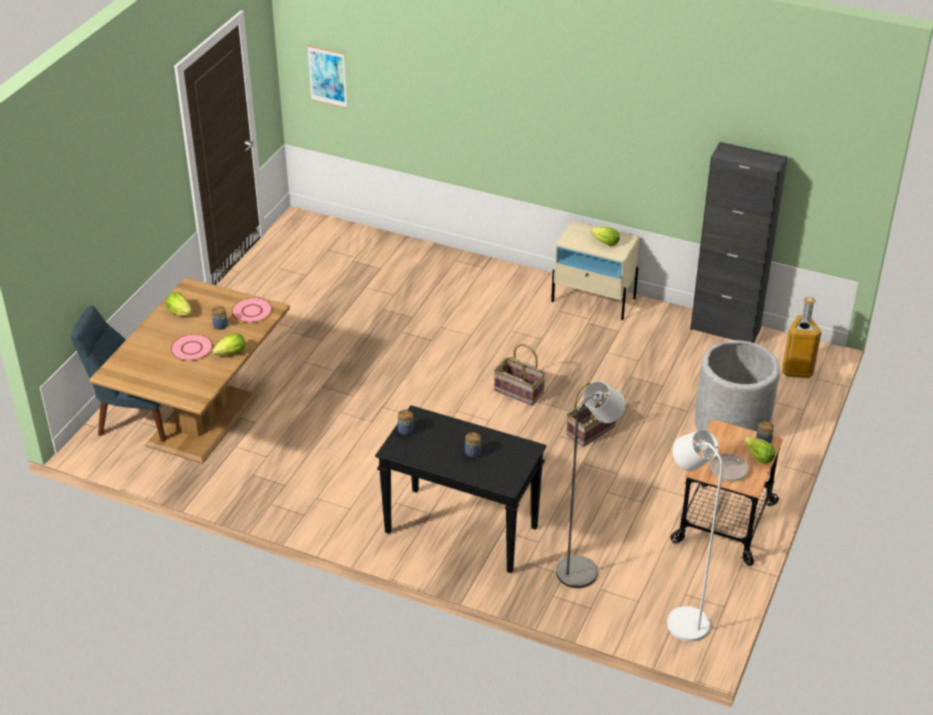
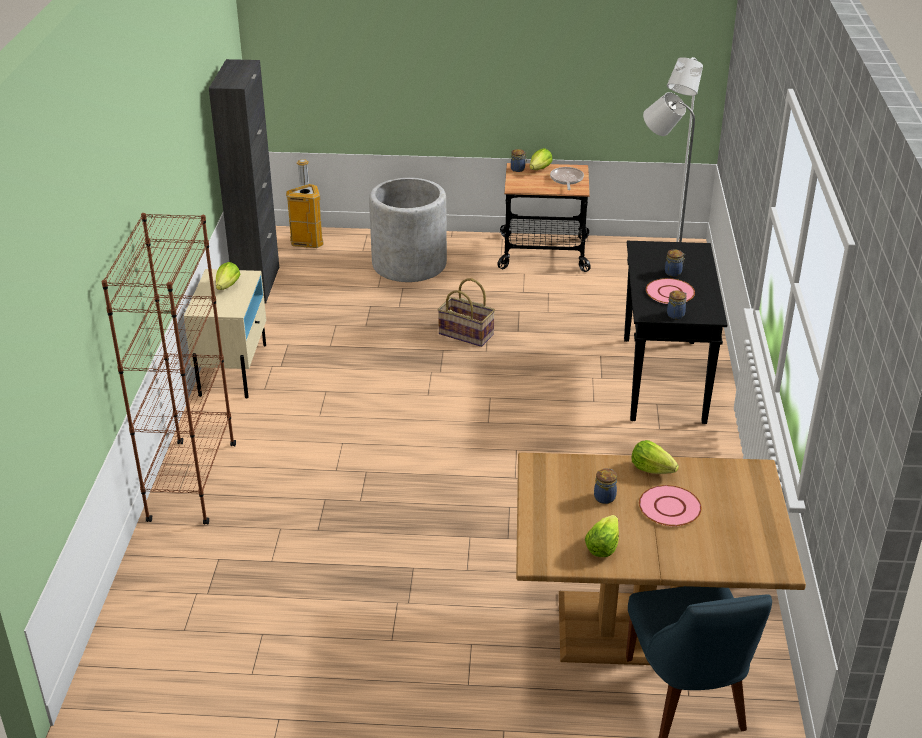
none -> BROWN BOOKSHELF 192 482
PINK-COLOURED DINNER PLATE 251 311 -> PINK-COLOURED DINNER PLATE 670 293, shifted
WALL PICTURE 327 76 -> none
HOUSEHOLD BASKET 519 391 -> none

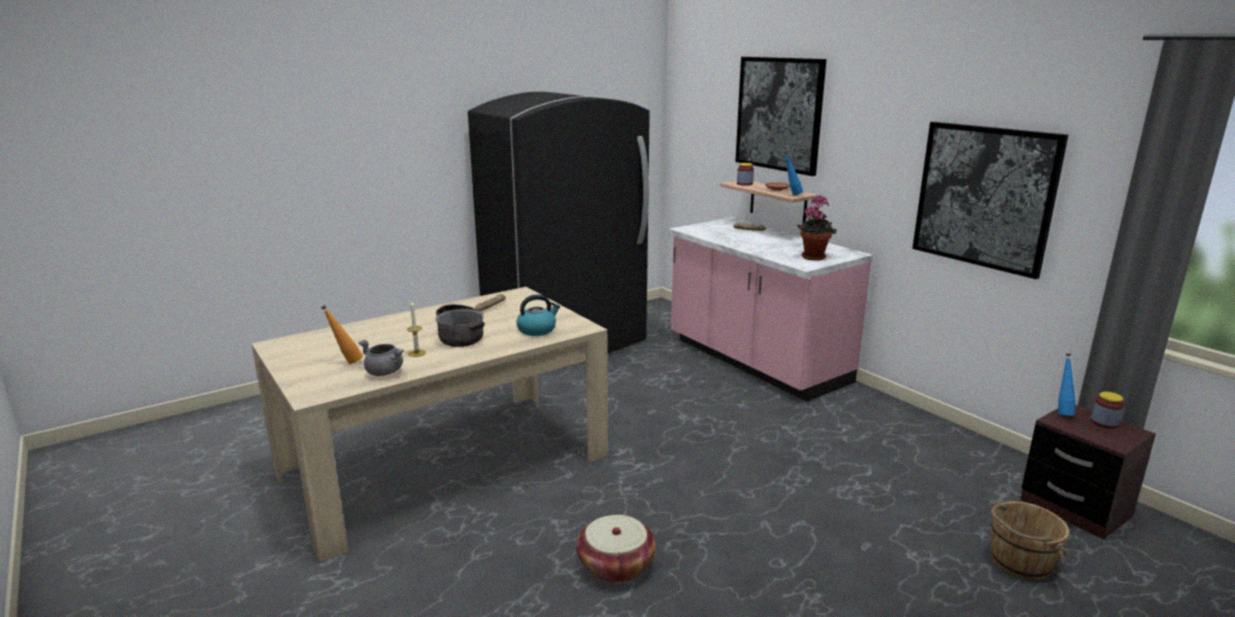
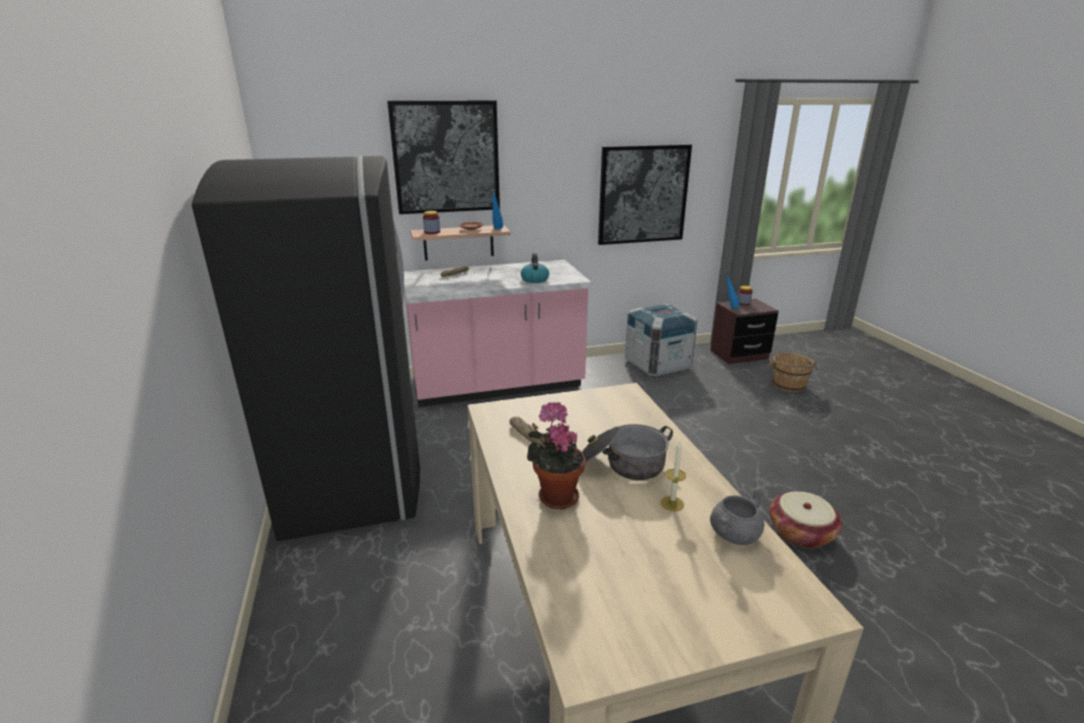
KETTLE 537 330 -> KETTLE 534 279, shifted
POTTED PLANT 813 256 -> POTTED PLANT 555 496, shifted
none -> SHIPPING CRATE 657 364
ORANGEY BEVERAGE BOTTLE 346 363 -> none

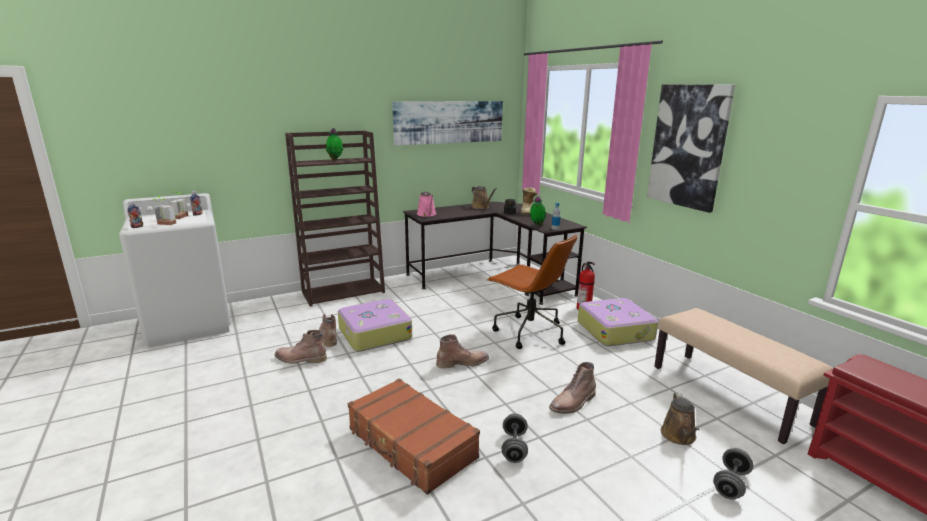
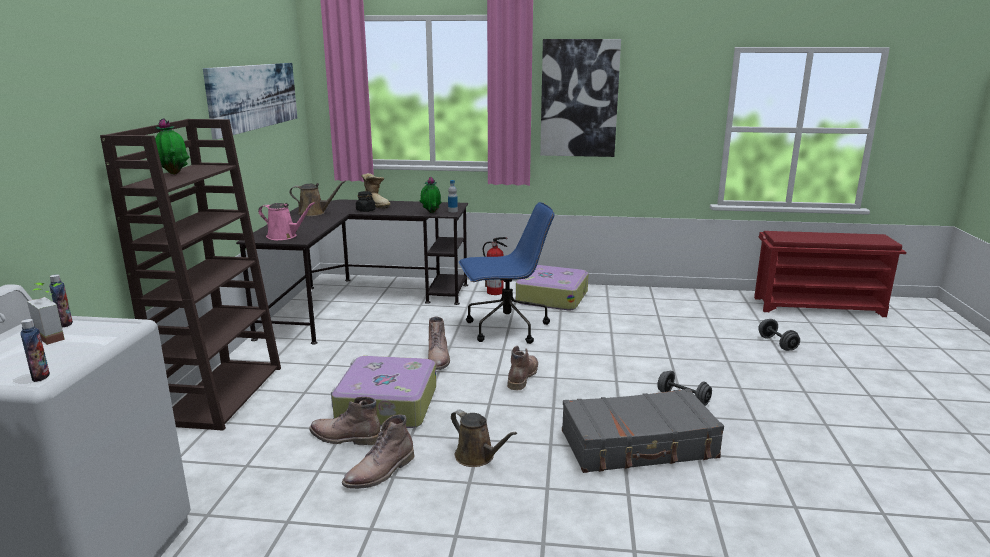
BROWN TALL BOOT 573 403 -> BROWN TALL BOOT 439 359, shifted
BROWN WATERING POT 679 436 -> BROWN WATERING POT 477 457, shifted
BROWN COMPUTER CHAIR 528 332 -> BLUISH COMPUTER CHAIR 505 328
BROWN TRAVEL CASE 411 444 -> GREY TRAVEL CASE 639 445
POTTED PLANT 164 224 -> none
BEIGE BENCH 729 394 -> none

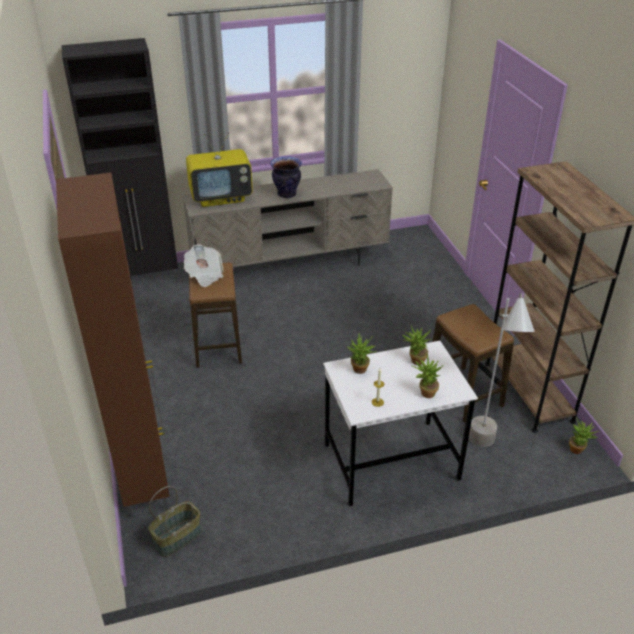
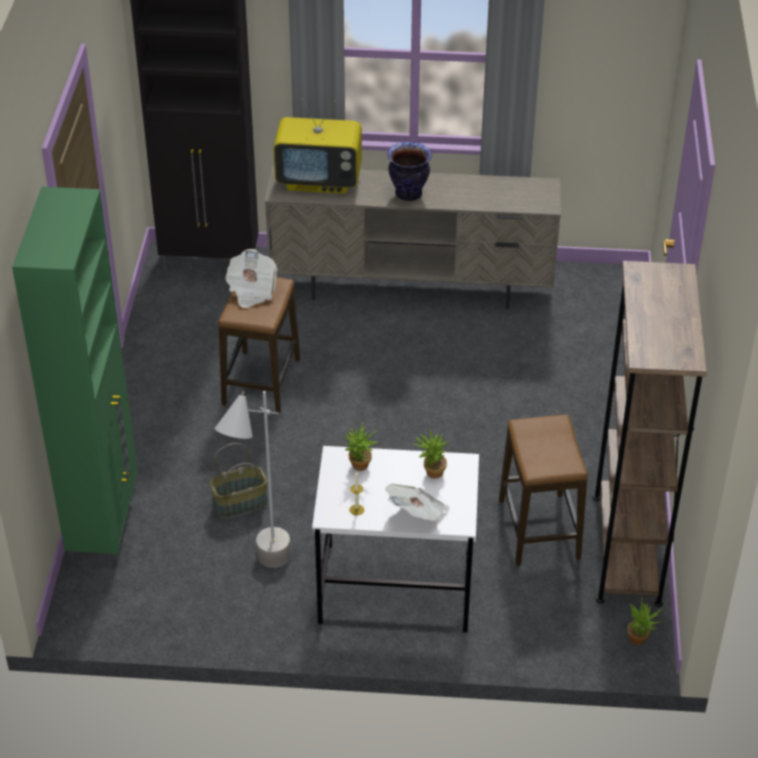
BROWN STORAGE CABINET 145 478 -> GREEN-COLOURED STORAGE CABINET 105 526
HOUSEHOLD BASKET 177 537 -> HOUSEHOLD BASKET 240 502, shifted
GREY STANDARD LAMP 484 454 -> GREY STANDARD LAMP 261 575, shifted
POTTED PLANT 425 393 -> DAILY PAPER 417 513

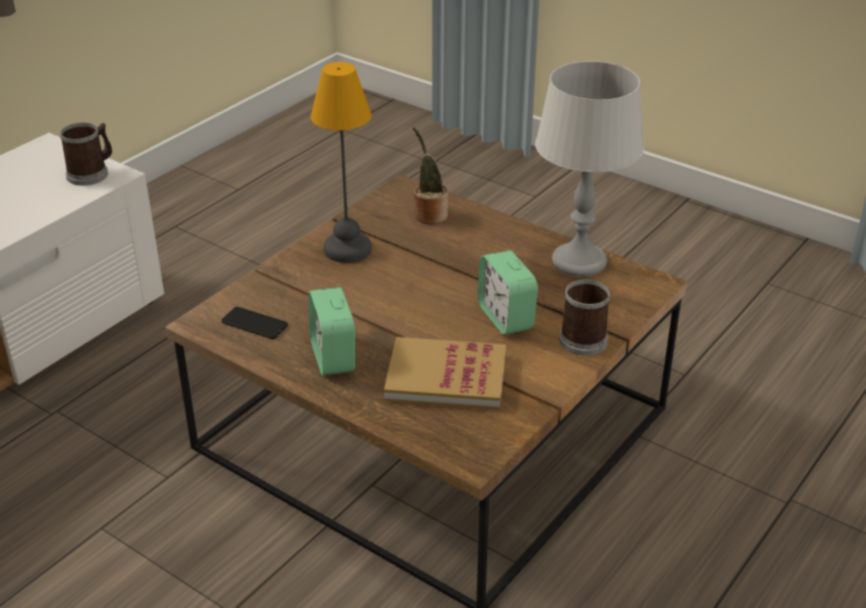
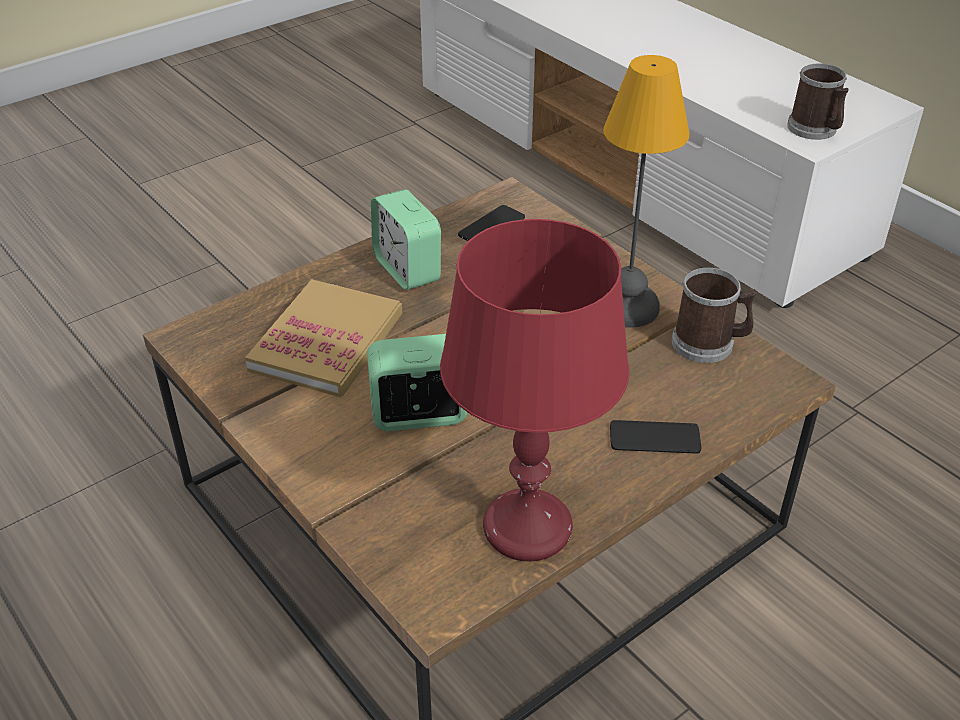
TABLE CLOCK 333 357 -> TABLE CLOCK 407 269, 120 degrees counterclockwise
GREY TABLE LAMP 578 261 -> RED TABLE LAMP 529 527
none -> TELEPHONE 654 438
COFFEE MUG 582 336 -> COFFEE MUG 709 344, shifted
POTTED PLANT 429 214 -> none

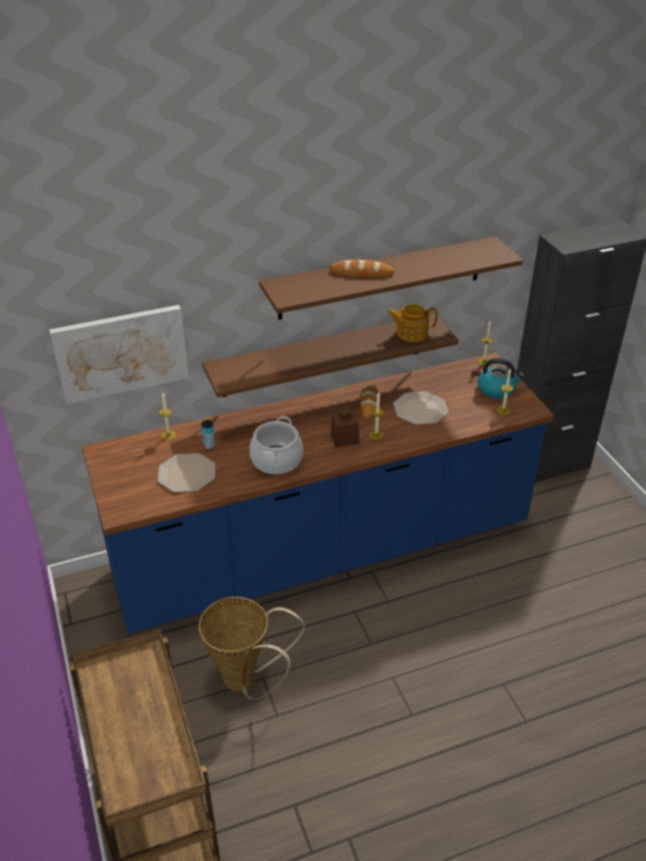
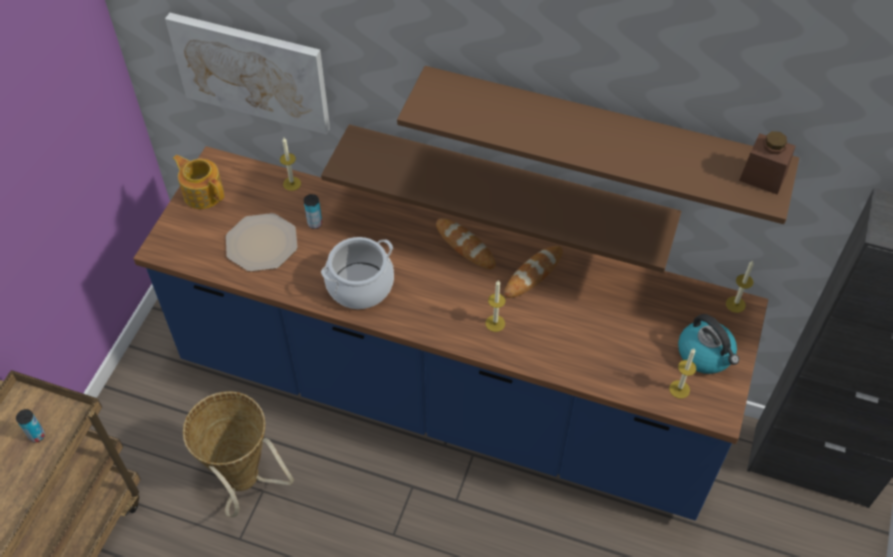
none -> METAL CAN 37 436
POT FOR TEA 411 333 -> POT FOR TEA 203 193, shifted
BAKERY BREAD 361 272 -> BAKERY BREAD 465 246, shifted
BROWN STORAGE JAR 344 439 -> BROWN STORAGE JAR 763 177, shifted
DINNER PLATE 420 409 -> none

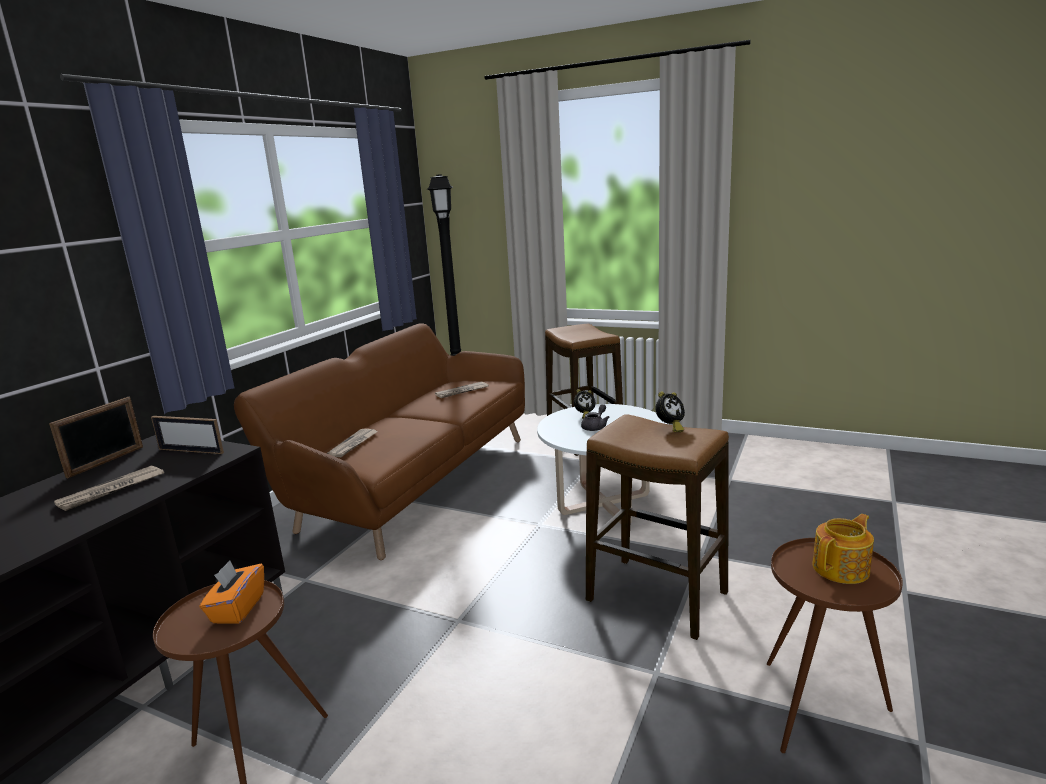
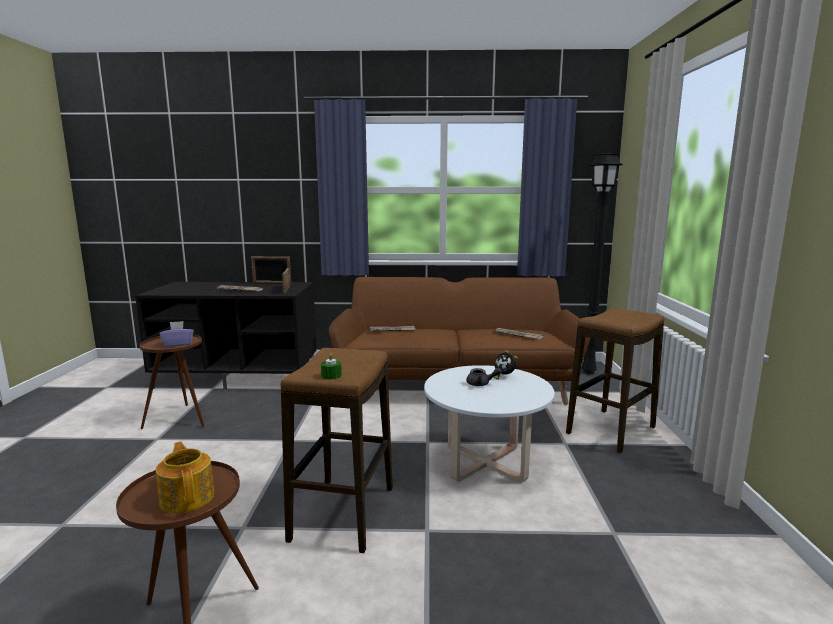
POT FOR TEA 842 568 -> POT FOR TEA 188 497, 150 degrees counterclockwise
ORANGEY TISSUE BOX 237 608 -> PURPLE TISSUE BOX 178 344
none -> GREEN-COLOURED WAX LIGHT 331 375
TABLE CLOCK 670 428 -> none

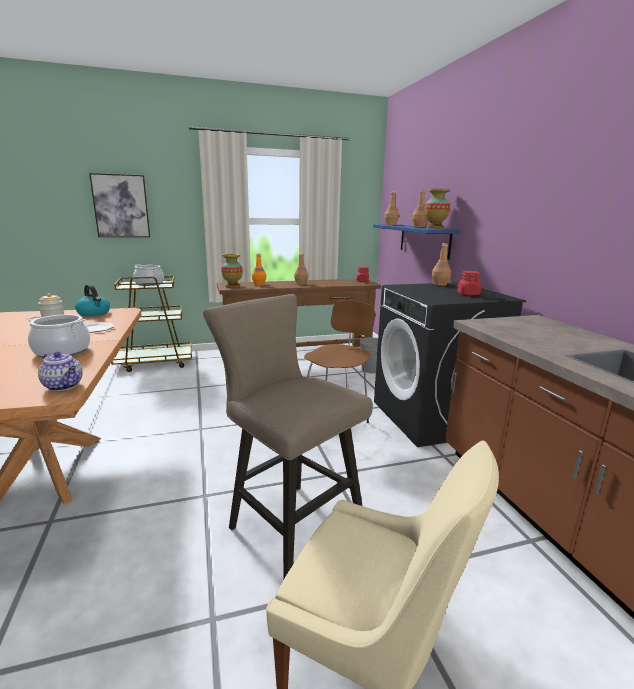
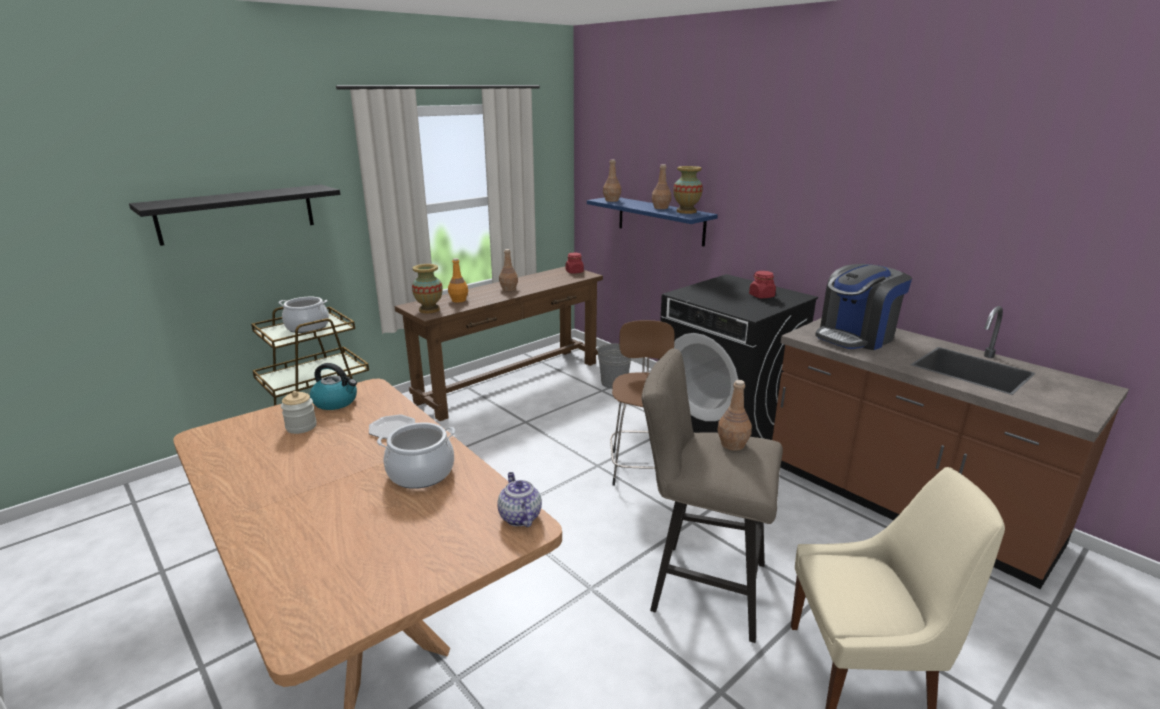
WALL PICTURE 121 206 -> BLACKISH SHELF 237 214
POT FOR TEA 64 386 -> POT FOR TEA 519 517, 120 degrees counterclockwise
BROWN BEVERAGE BOTTLE 439 284 -> BROWN BEVERAGE BOTTLE 732 444, shifted
none -> COFFEE MACHINE 855 337

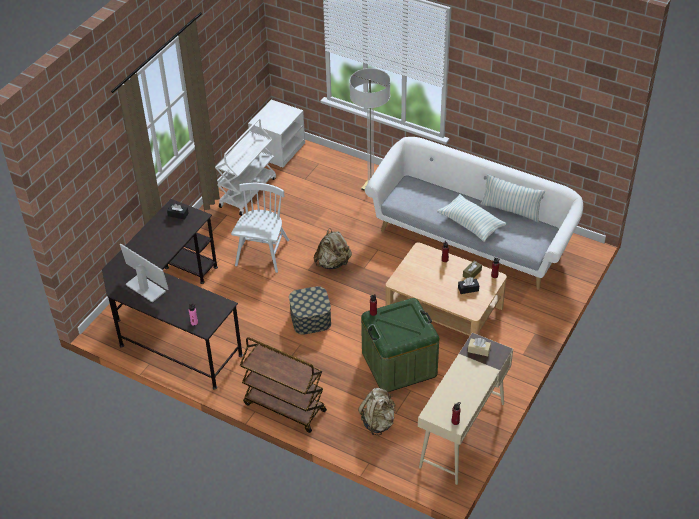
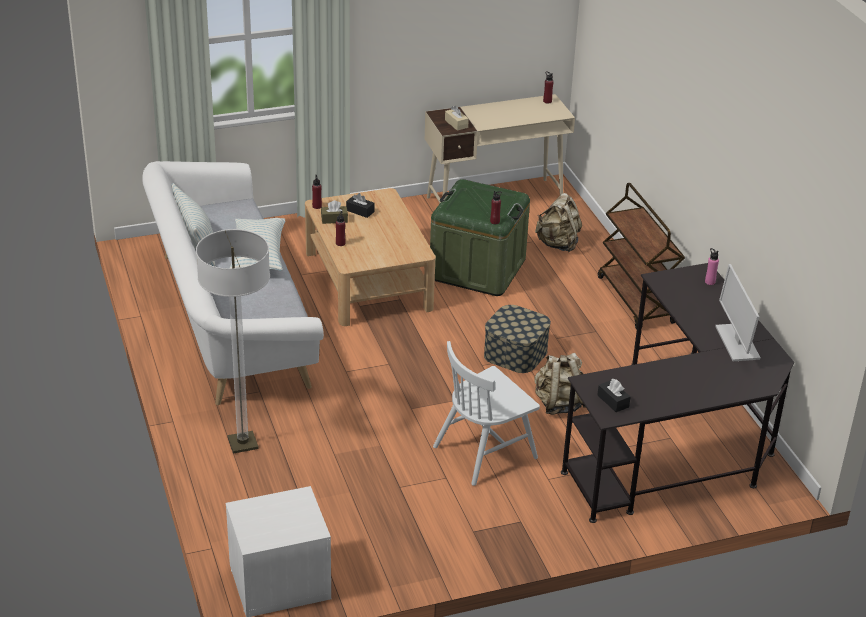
BEIGE KNAPSACK 333 263 -> BEIGE KNAPSACK 559 404, shifted
WHITE-COLOURED WHEELED CART 247 192 -> none

